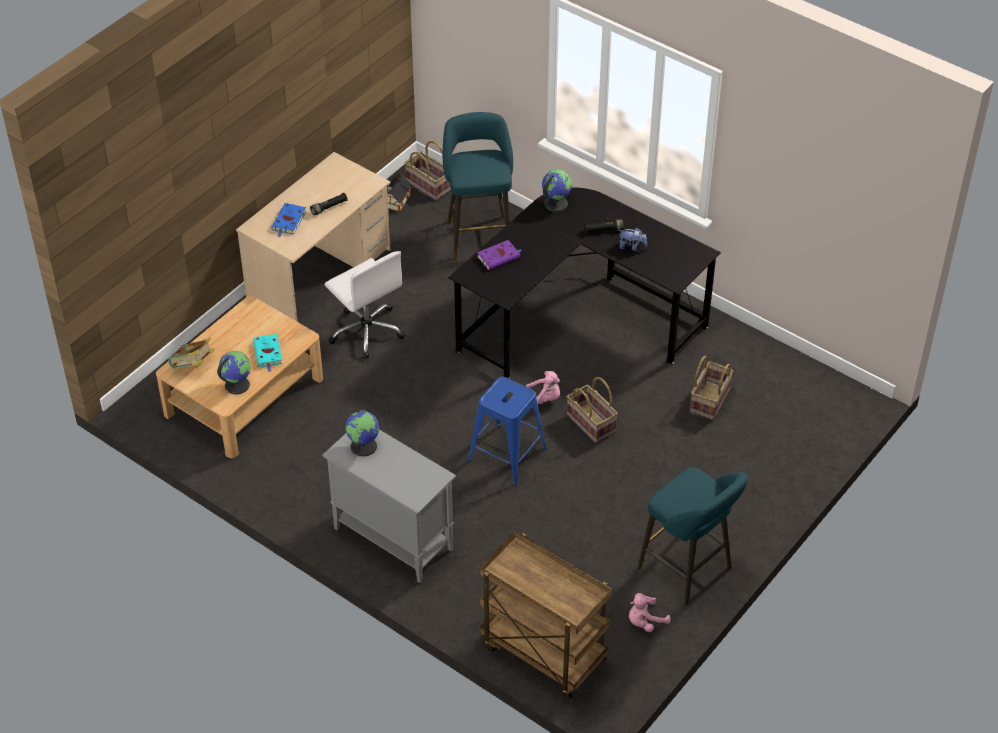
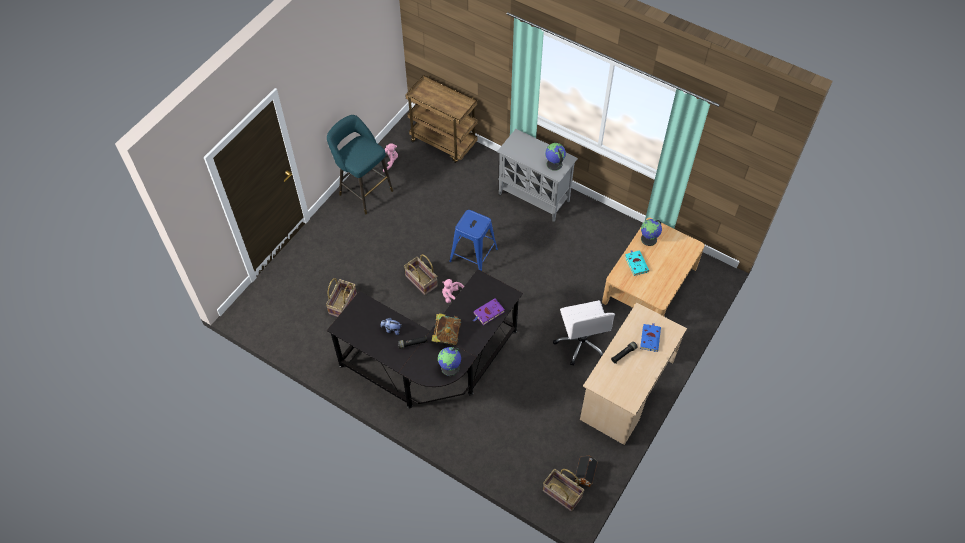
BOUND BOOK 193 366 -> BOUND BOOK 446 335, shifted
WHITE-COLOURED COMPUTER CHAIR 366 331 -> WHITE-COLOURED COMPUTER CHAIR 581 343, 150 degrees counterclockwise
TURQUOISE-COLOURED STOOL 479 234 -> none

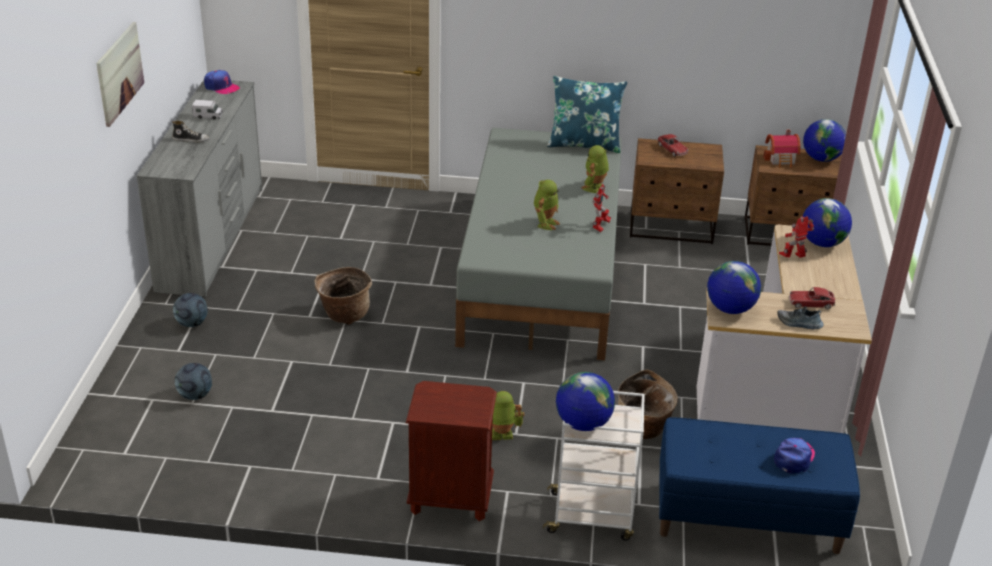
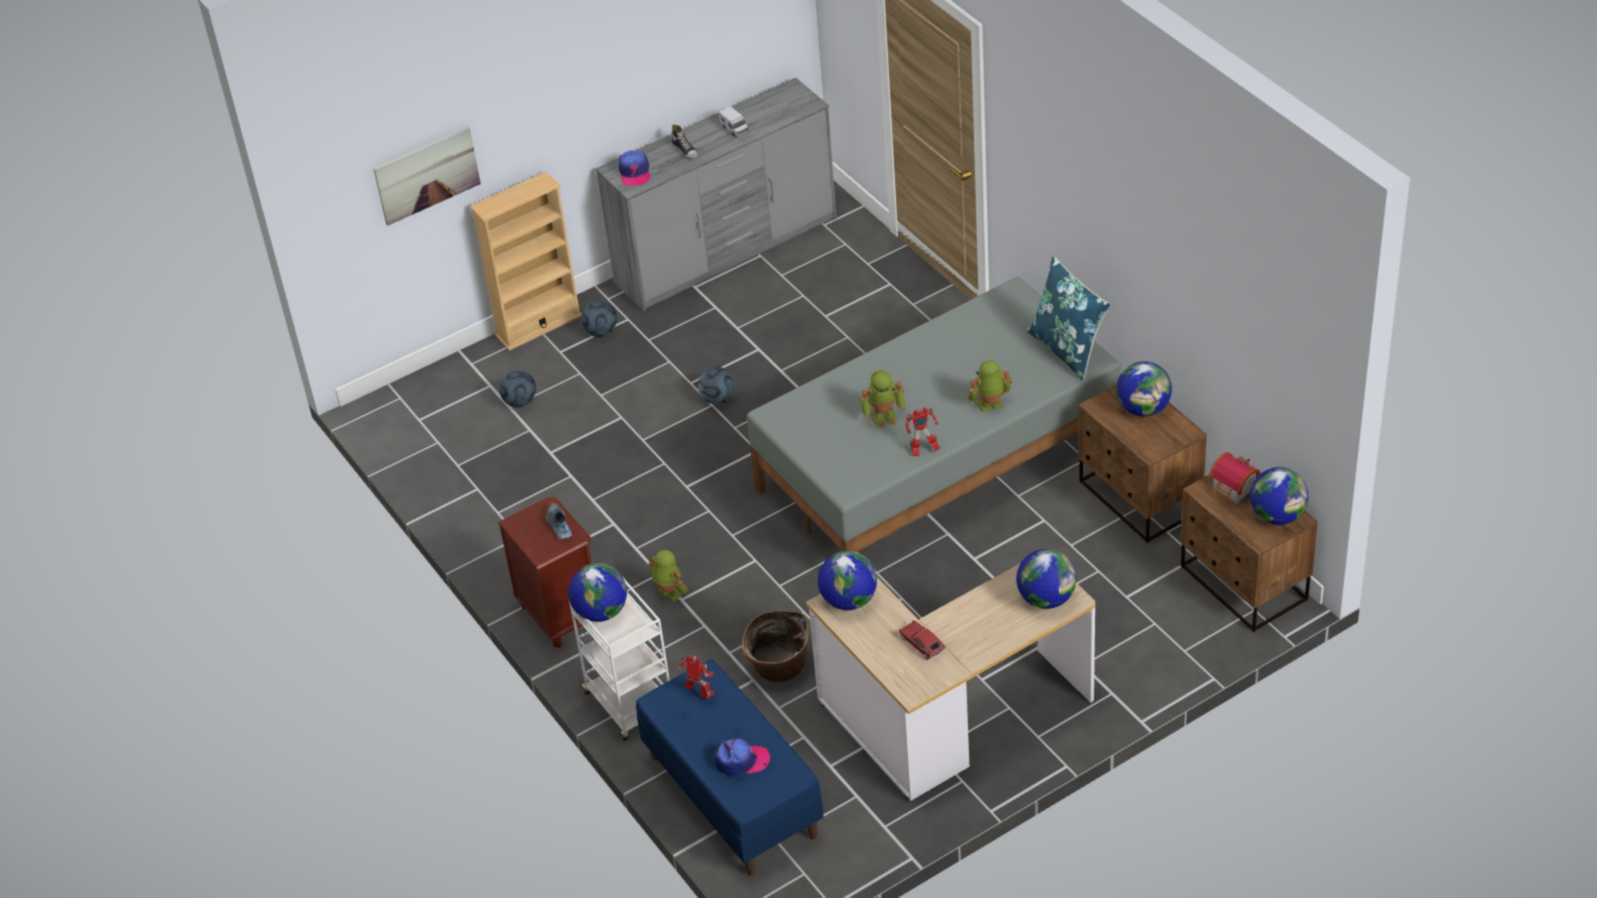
WALL PICTURE 119 73 -> WALL PICTURE 427 175, shifted
none -> BEIGE BOOKSHELF 538 325
ITEM OF FOOTWEAR 799 324 -> ITEM OF FOOTWEAR 558 525, shifted
CAP 221 87 -> CAP 634 172, shifted
MODEL ROBOT 793 258 -> MODEL ROBOT 700 693, shifted
HOUSEHOLD BASKET 344 314 -> FOOTBALL 718 398
MODEL CAR 672 149 -> DESK GLOBE 1143 408

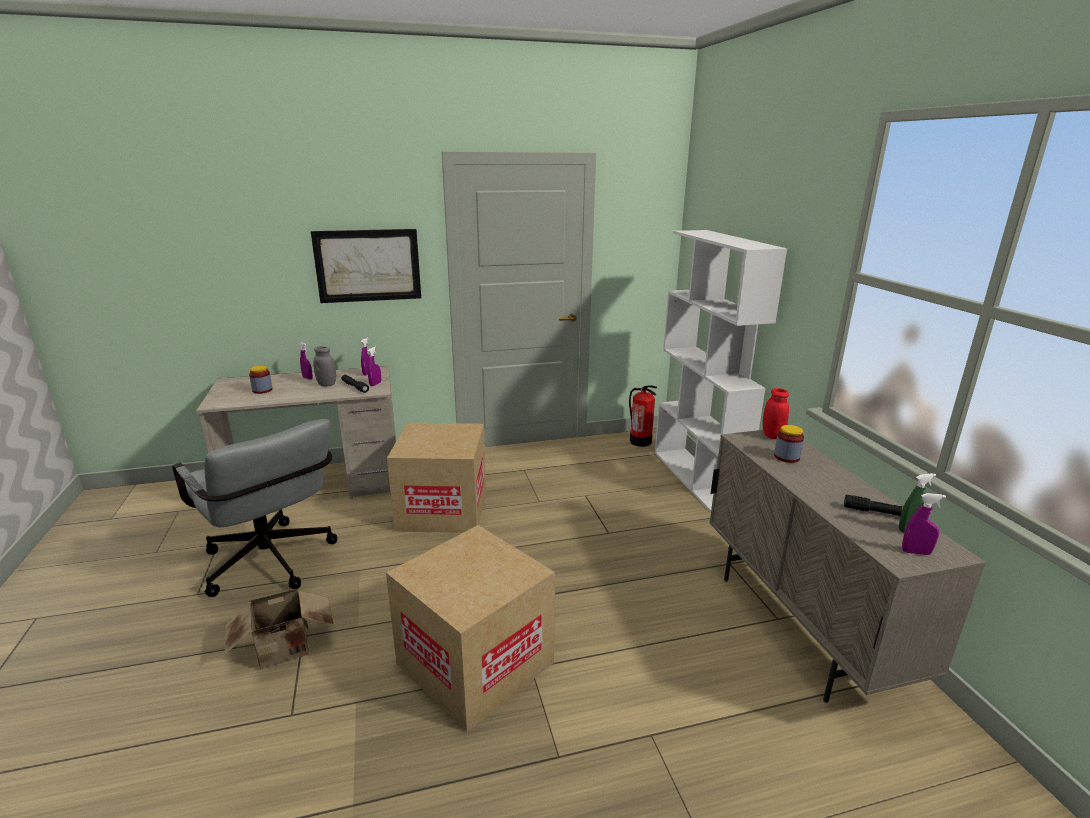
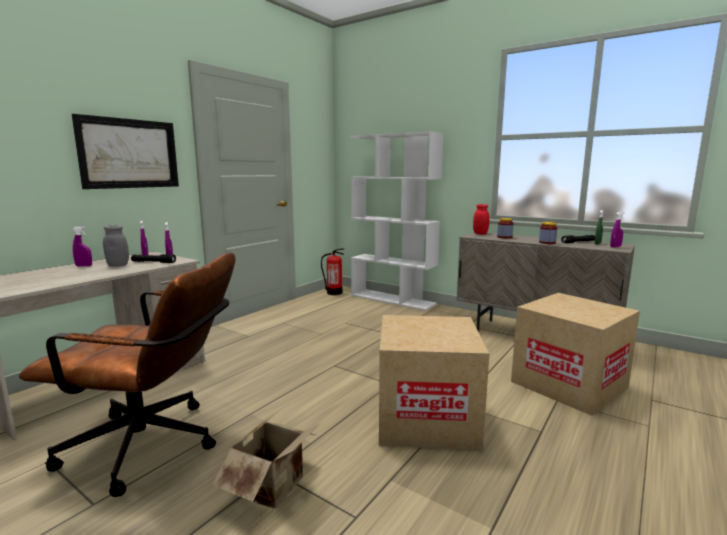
GREY COMPUTER CHAIR 273 565 -> BROWN COMPUTER CHAIR 154 446
CARDBOARD BOX 443 510 -> CARDBOARD BOX 568 384, shifted
STORAGE JAR 262 390 -> STORAGE JAR 547 242, shifted

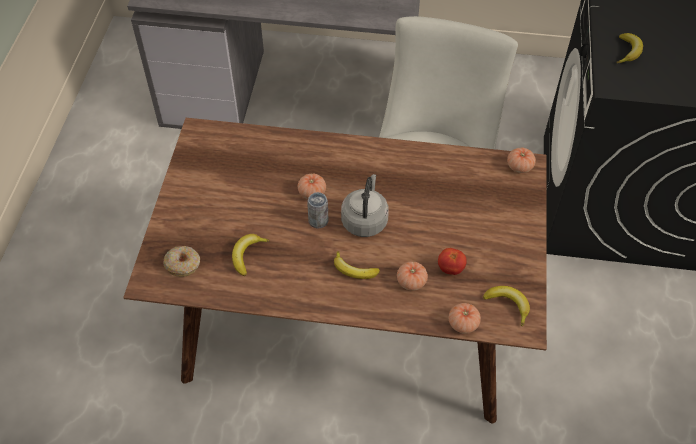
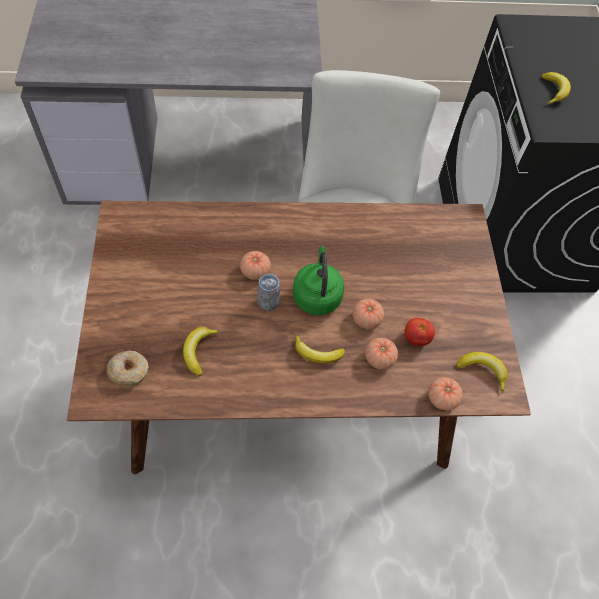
GREY KETTLE 365 220 -> GREEN-COLOURED KETTLE 317 295
WHOLE TOMATO 519 166 -> WHOLE TOMATO 366 319, shifted

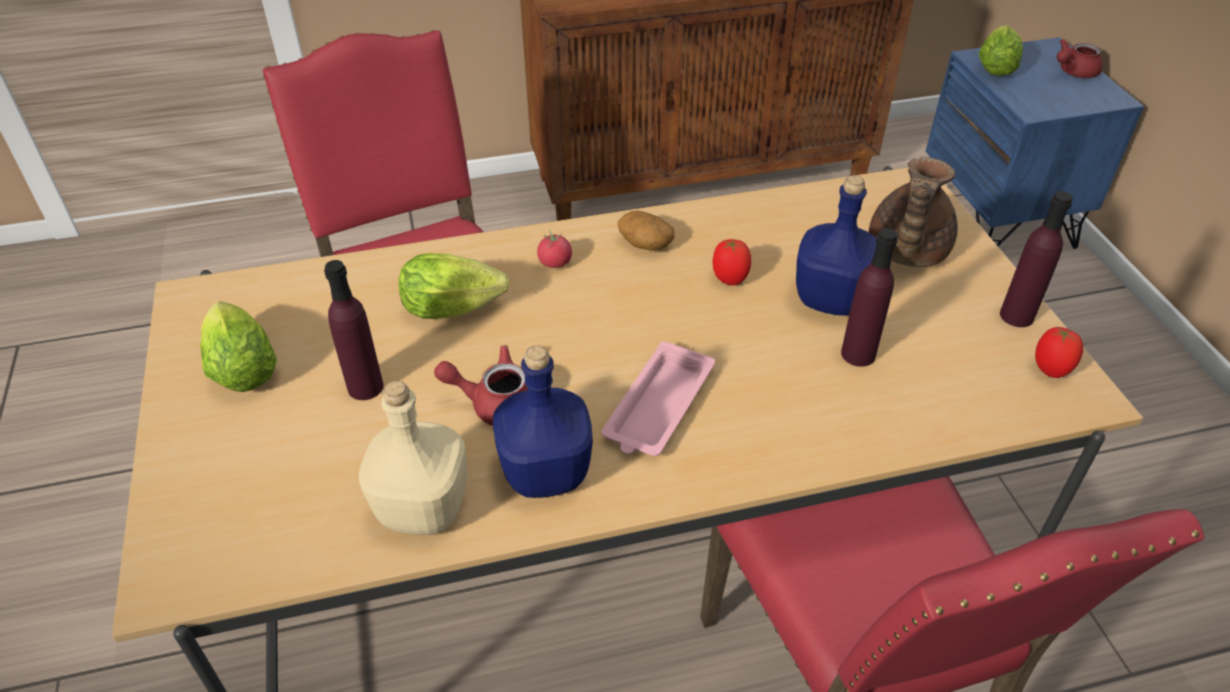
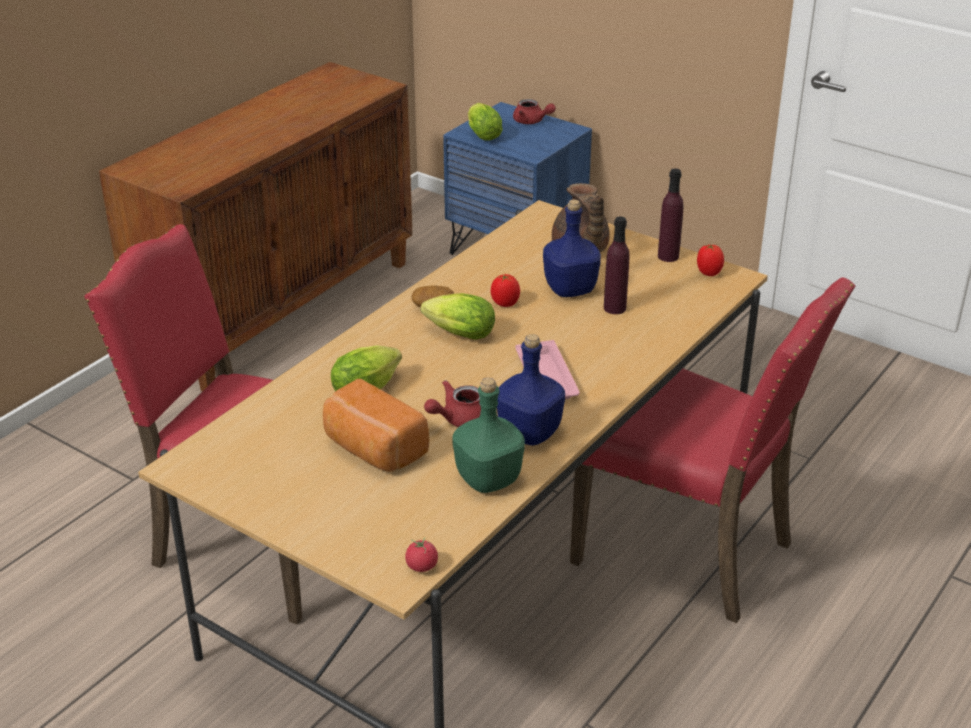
PURPLE BEVERAGE BOTTLE 365 387 -> BAKERY BREAD 372 449
WHOLE TOMATO 555 263 -> WHOLE TOMATO 422 566, shifted
HEAD OF LETTUCE 241 365 -> HEAD OF LETTUCE 456 334, shifted
BEIGE BEVERAGE BOTTLE 423 507 -> GREEN-COLOURED BEVERAGE BOTTLE 487 478
RED POT FOR TEA 1073 72 -> RED POT FOR TEA 531 121, 75 degrees counterclockwise

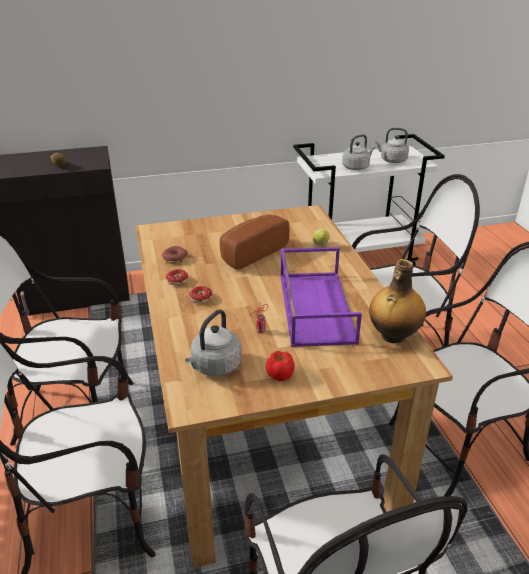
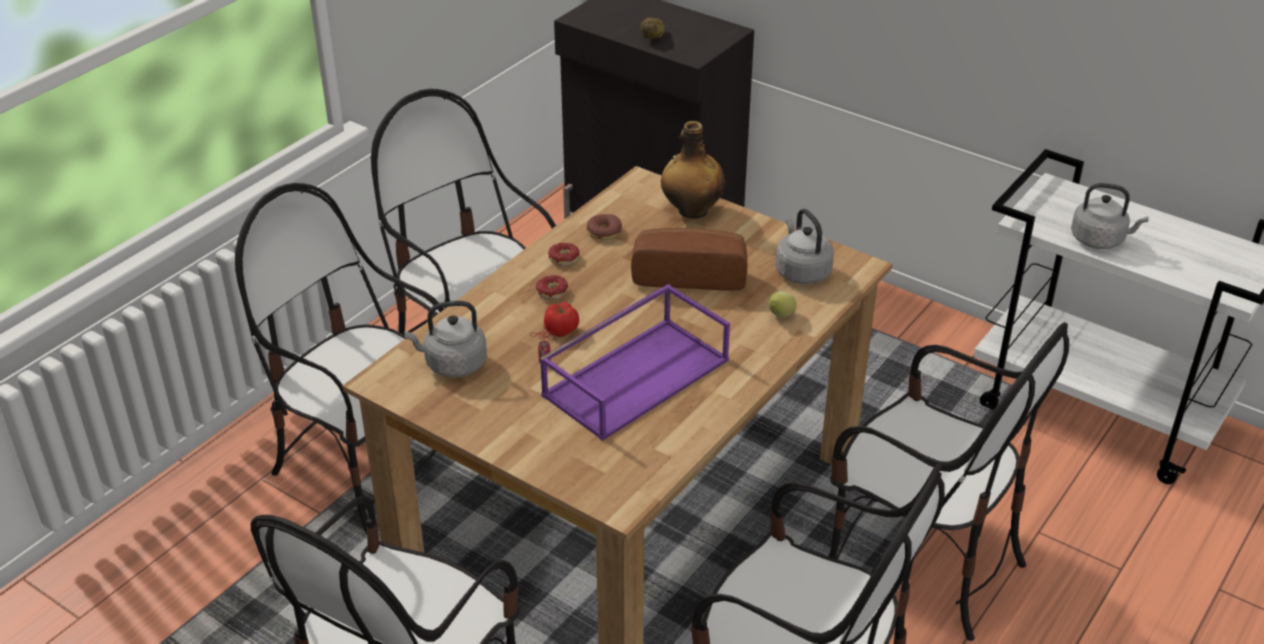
WHOLE TOMATO 280 374 -> WHOLE TOMATO 562 330, shifted
BEVERAGE BOTTLE 392 336 -> BEVERAGE BOTTLE 691 211, shifted
GREY KETTLE 391 160 -> GREY KETTLE 801 271, shifted

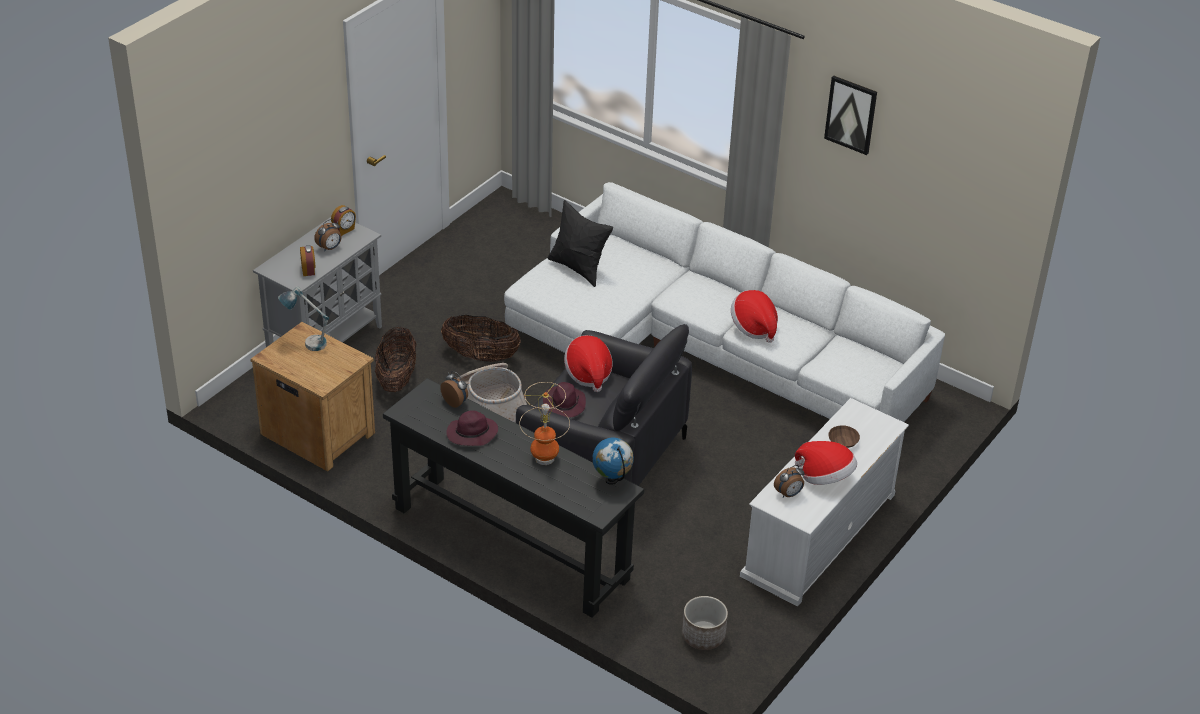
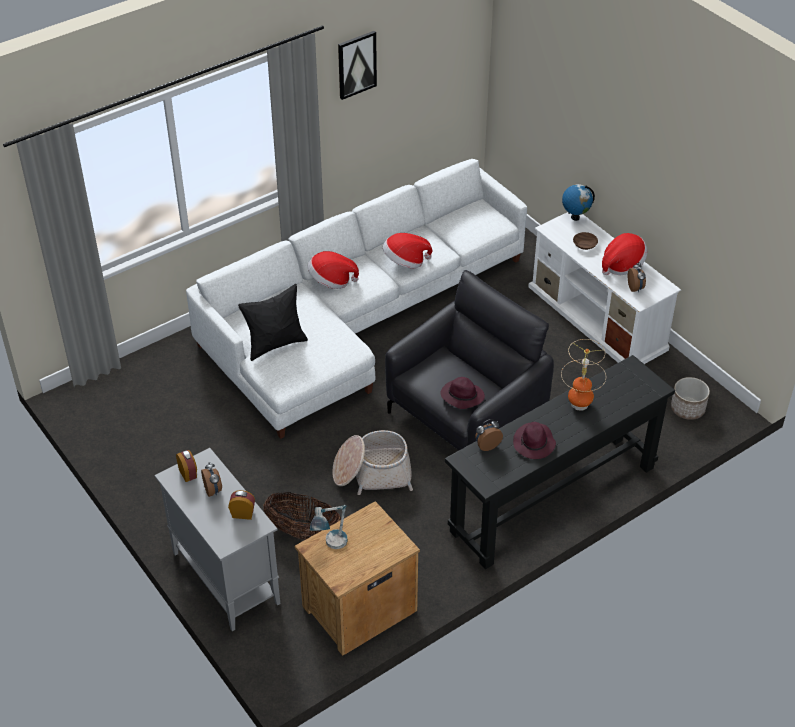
CLOTHING HAT 588 374 -> CLOTHING HAT 331 281, shifted
DESK GLOBE 612 480 -> DESK GLOBE 575 217, shifted
HOUSEHOLD BASKET 481 356 -> none

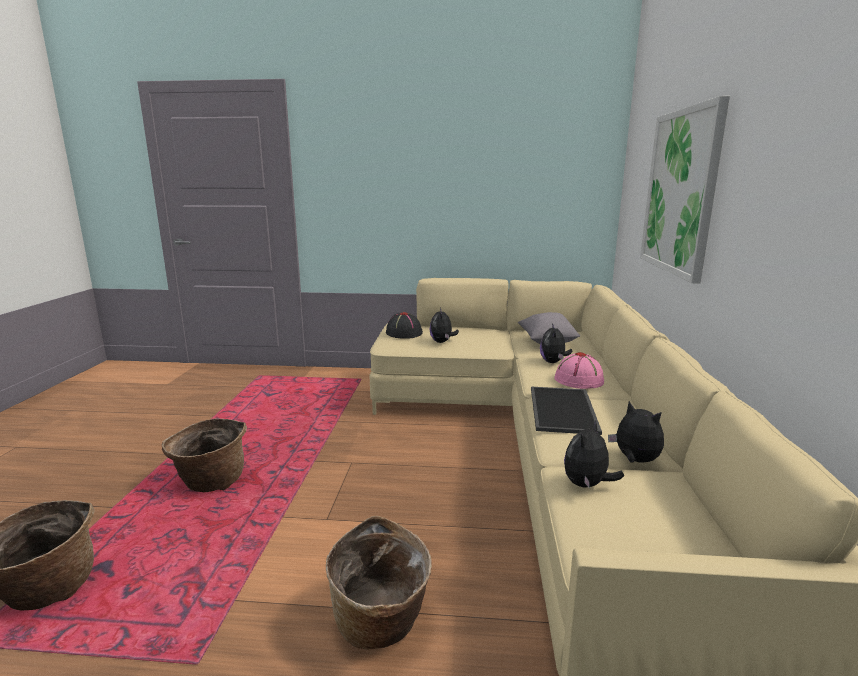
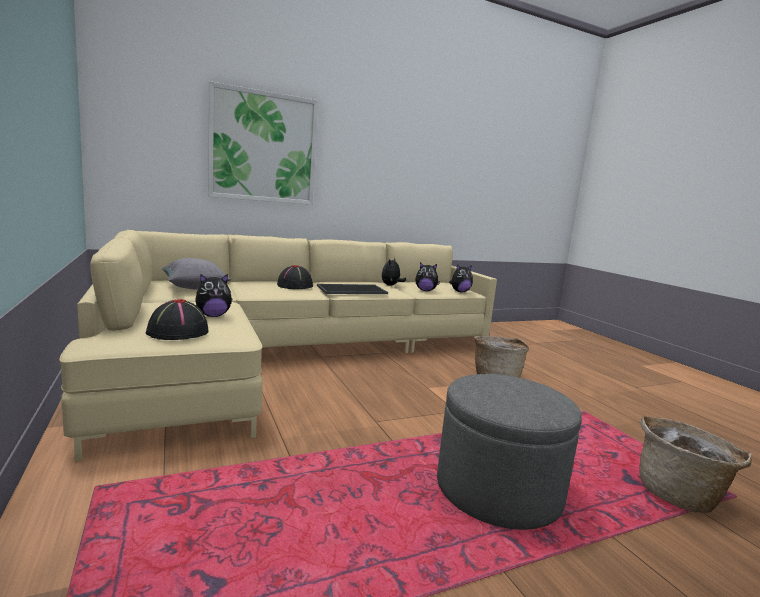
PINK-COLOURED CLOTHING HAT 579 380 -> BLACKISH CLOTHING HAT 295 285
HOUSEHOLD BASKET 211 482 -> GREY OTTOMAN 498 490
SOFT TOY 553 362 -> SOFT TOY 460 292, shifted

